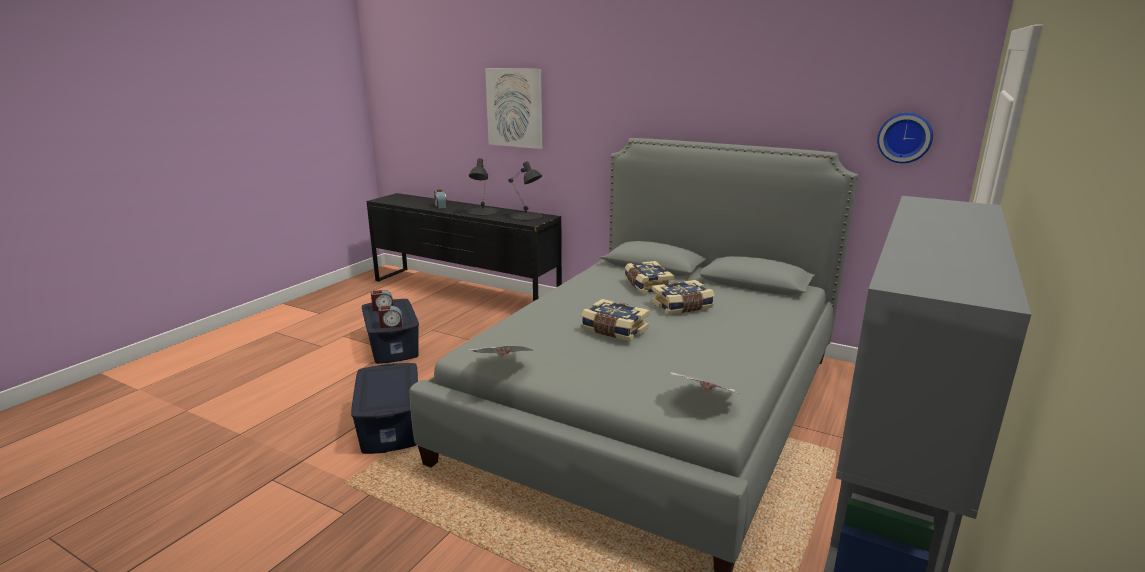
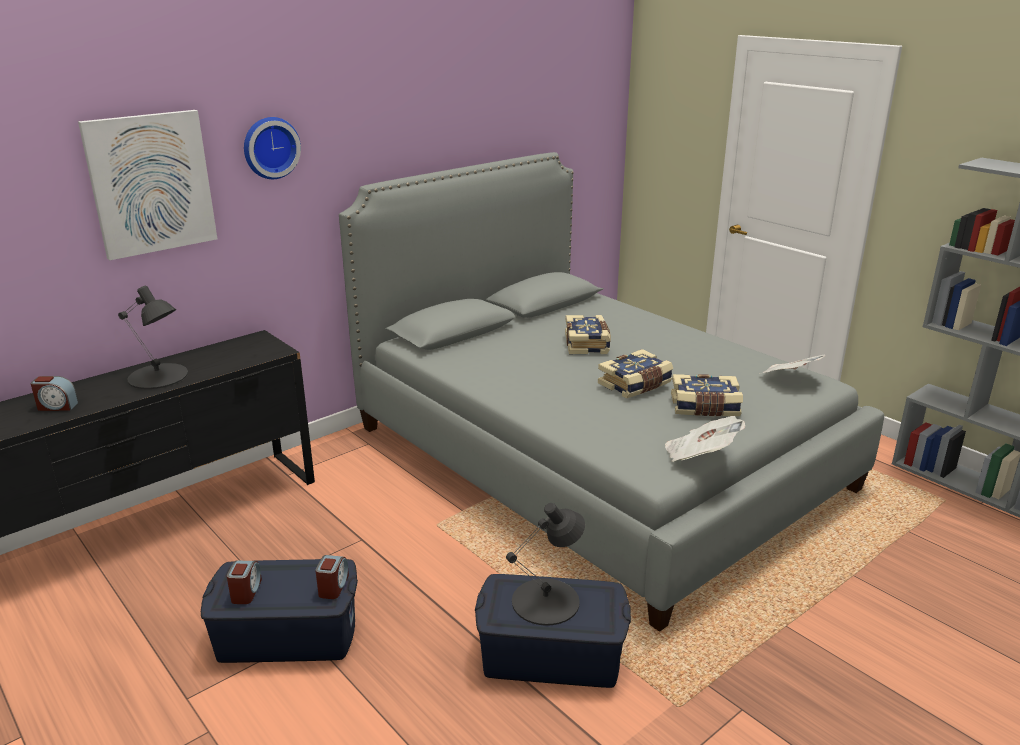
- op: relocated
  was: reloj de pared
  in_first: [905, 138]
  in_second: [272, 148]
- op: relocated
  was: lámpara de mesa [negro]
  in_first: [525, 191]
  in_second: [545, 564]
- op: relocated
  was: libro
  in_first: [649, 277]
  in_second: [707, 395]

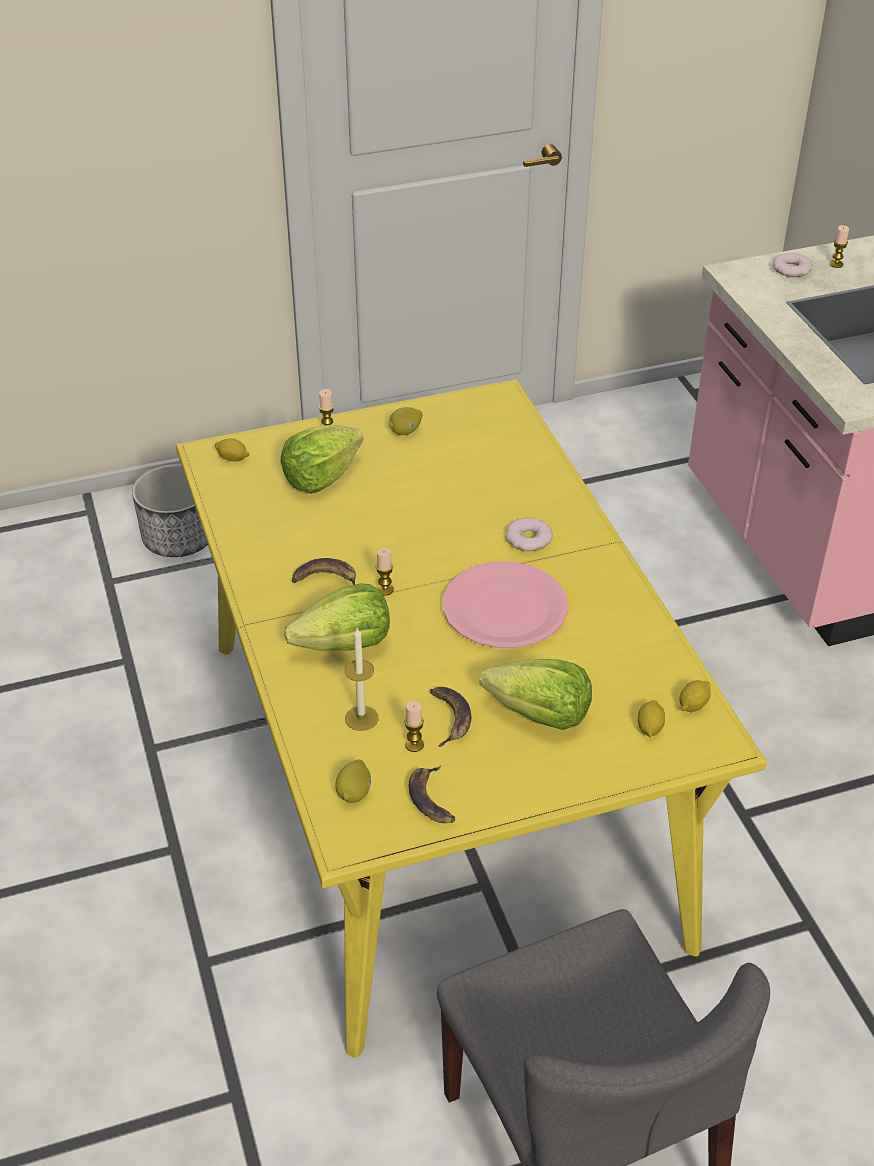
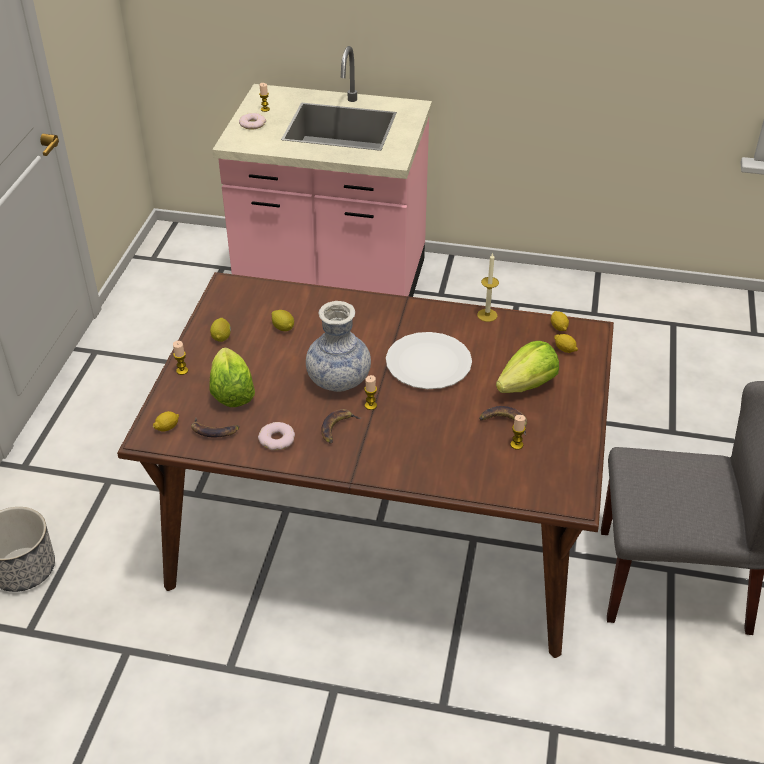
- op: colour
  was: mesa de comedor [amarillo]
  now: mesa de comedor [marrón]
  in_first: [471, 718]
  in_second: [365, 465]
- op: relocated
  was: plátano
  in_first: [432, 794]
  in_second: [215, 427]
- op: relocated
  was: rosquilla
  in_first: [529, 534]
  in_second: [276, 436]
- op: relocated
  was: limón
  in_first: [353, 781]
  in_second: [282, 320]
- op: appeared
  now: florero
  in_second: [338, 346]
- op: colour
  was: plato [rosa]
  now: plato [blanco]
  in_first: [505, 605]
  in_second: [429, 360]
- op: relocated
  was: vela
  in_first: [362, 679]
  in_second: [488, 287]
- op: missing
  was: lechuga
  in_first: [337, 617]

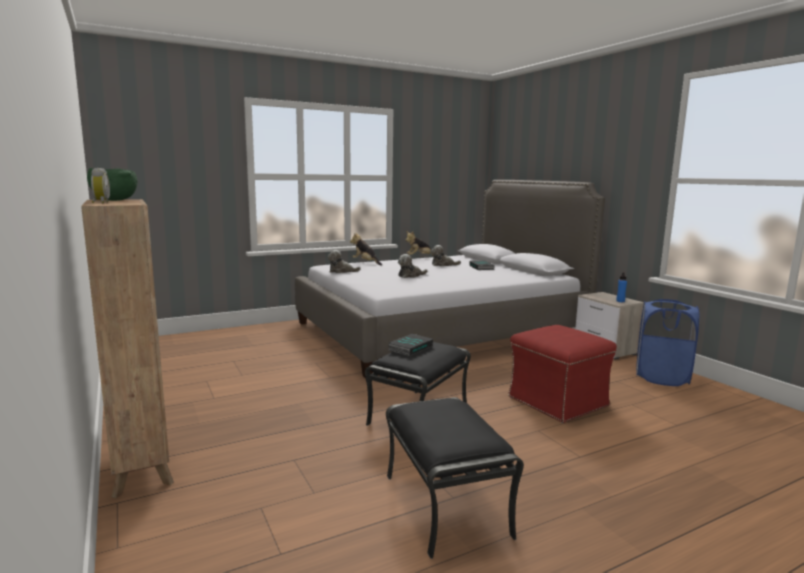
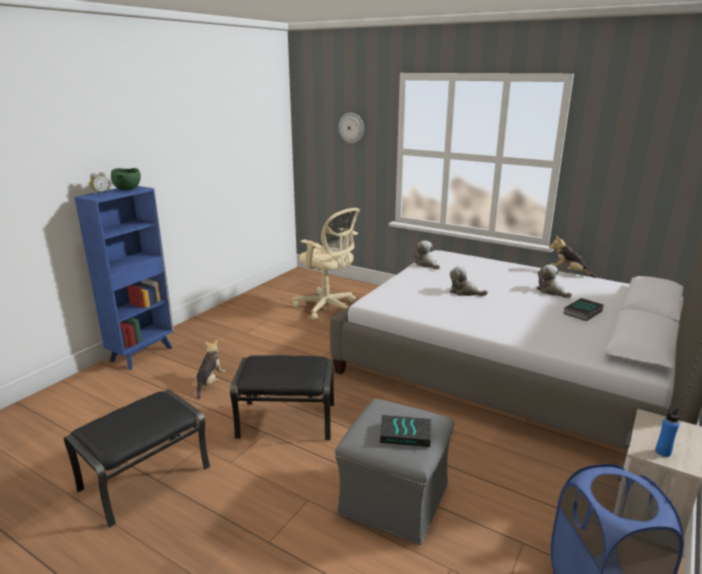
- op: colour
  was: estantería [marrón]
  now: estantería [azul]
  in_first: [127, 348]
  in_second: [124, 278]
- op: relocated
  was: peluche
  in_first: [366, 249]
  in_second: [210, 369]
- op: appeared
  now: silla de oficina [beis]
  in_second: [326, 264]
- op: colour
  was: puf [rojo]
  now: puf [gris]
  in_first: [562, 374]
  in_second: [394, 472]
- op: appeared
  now: reloj de pared
  in_second: [351, 128]
- op: relocated
  was: libro
  in_first: [410, 345]
  in_second: [406, 431]

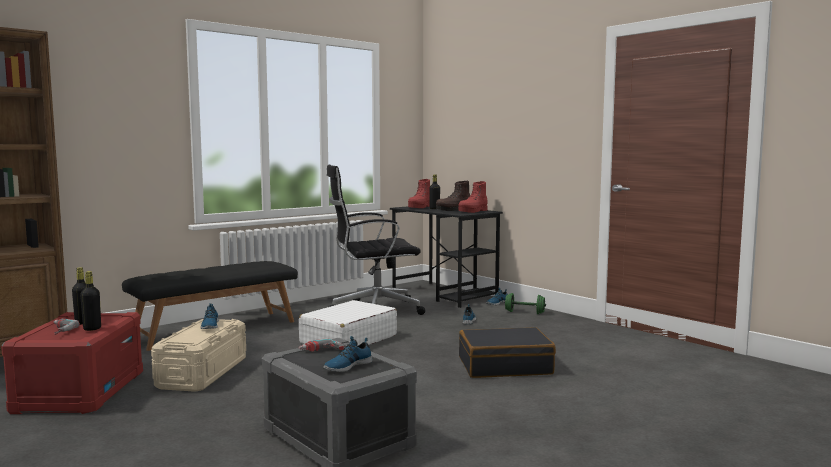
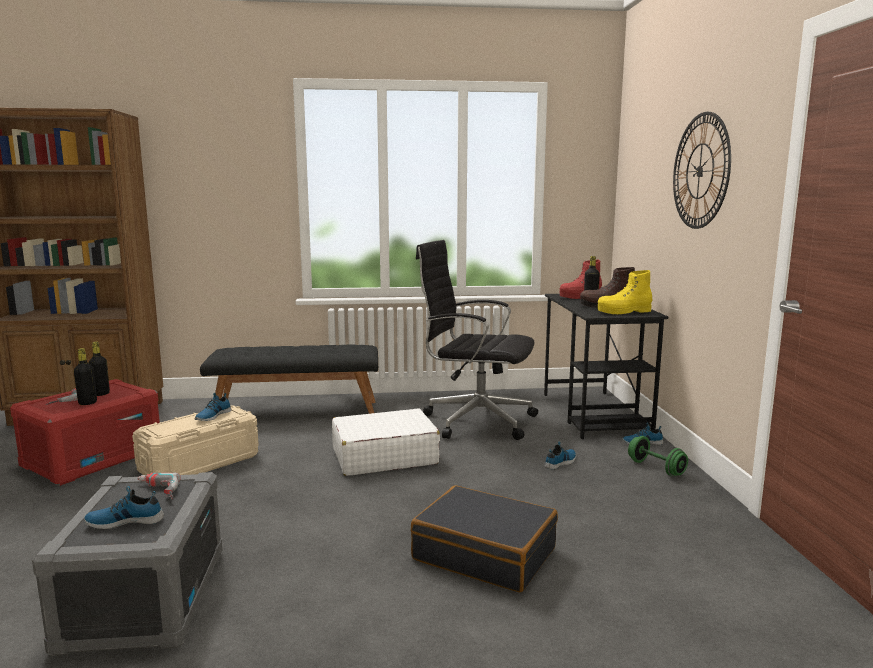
- op: colour
  was: bota [rojo]
  now: bota [amarillo]
  in_first: [473, 197]
  in_second: [625, 292]
- op: appeared
  now: reloj de pared
  in_second: [702, 170]

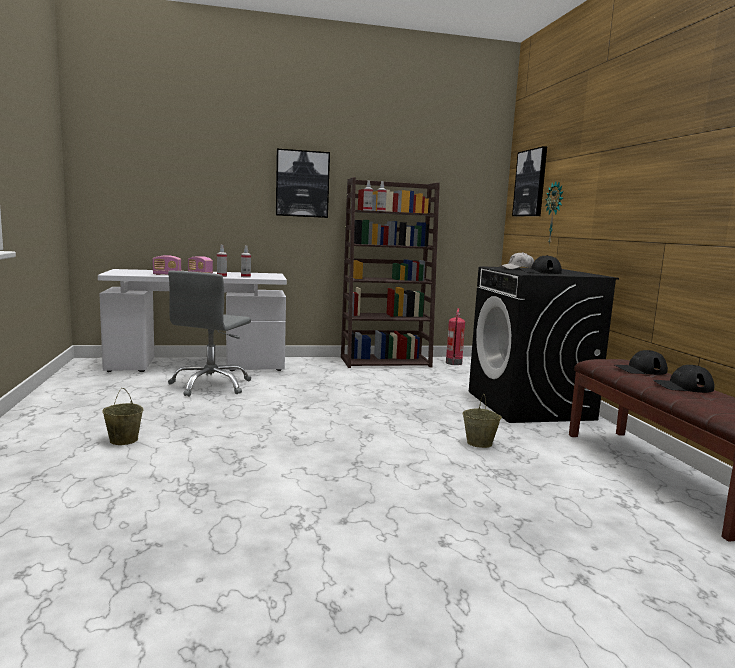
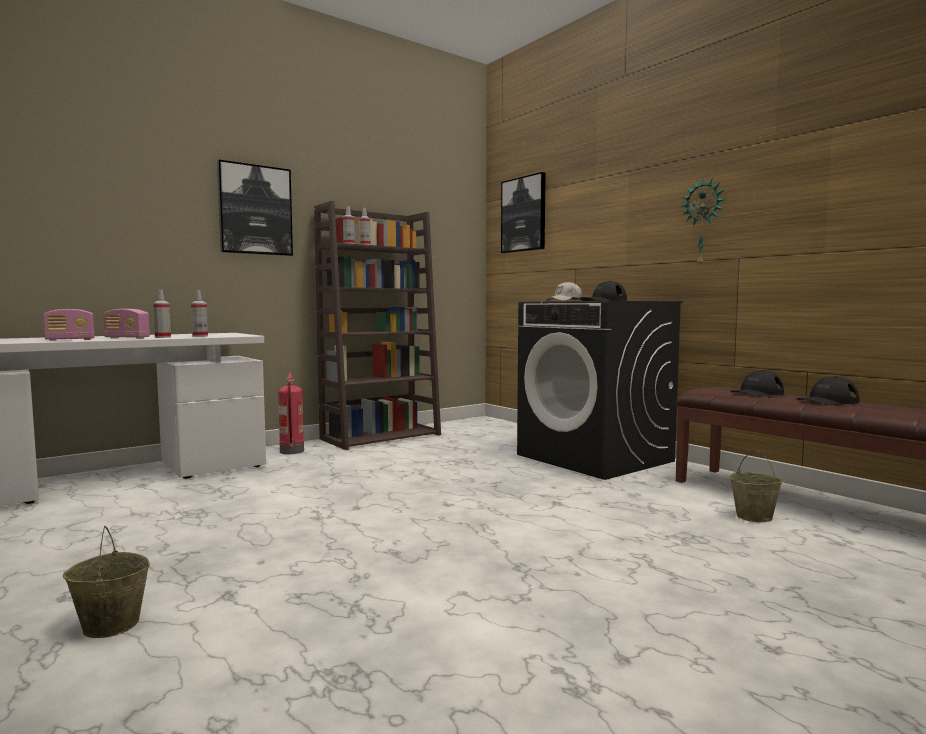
- op: relocated
  was: extintor
  in_first: [455, 336]
  in_second: [291, 413]
- op: relocated
  was: reloj de pared
  in_first: [554, 213]
  in_second: [704, 221]
- op: relocated
  was: cubo [beis]
  in_first: [482, 421]
  in_second: [756, 486]
- op: missing
  was: silla de oficina [gris]
  in_first: [209, 334]

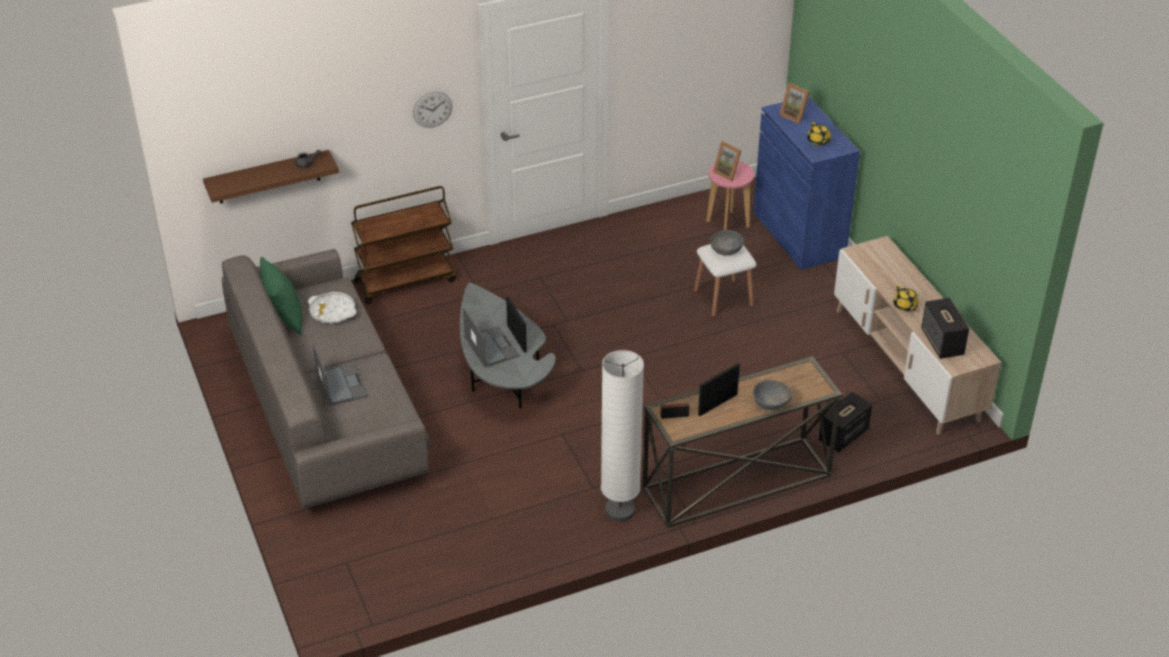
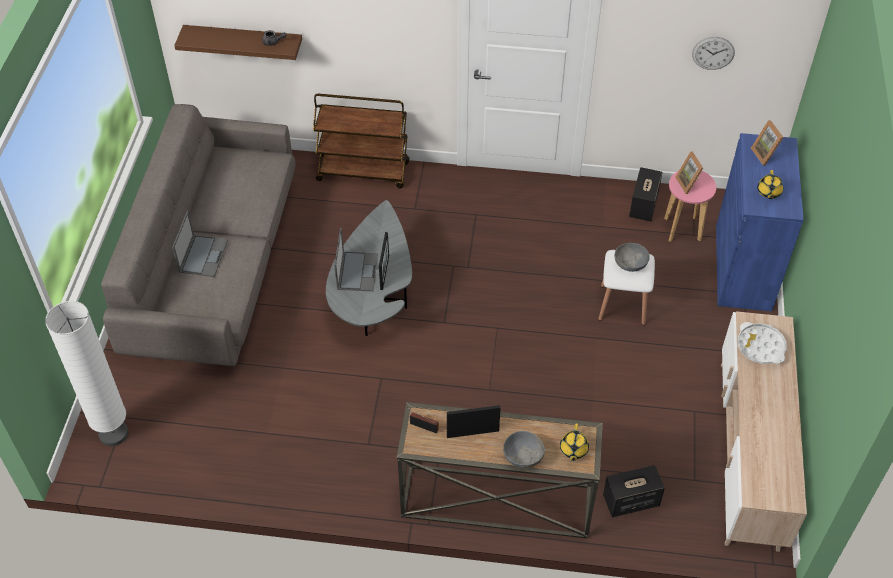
- op: relocated
  was: lámpara de pie [blanco]
  in_first: [622, 436]
  in_second: [86, 373]
- op: relocated
  was: tetera [amarillo]
  in_first: [906, 298]
  in_second: [574, 442]
- op: relocated
  was: altavoz
  in_first: [945, 328]
  in_second: [646, 194]
- op: relocated
  was: reloj de pared
  in_first: [432, 110]
  in_second: [713, 53]
- op: relocated
  was: bandeja [blanco]
  in_first: [332, 308]
  in_second: [762, 343]
- op: missing
  was: cojín [verde]
  in_first: [281, 296]

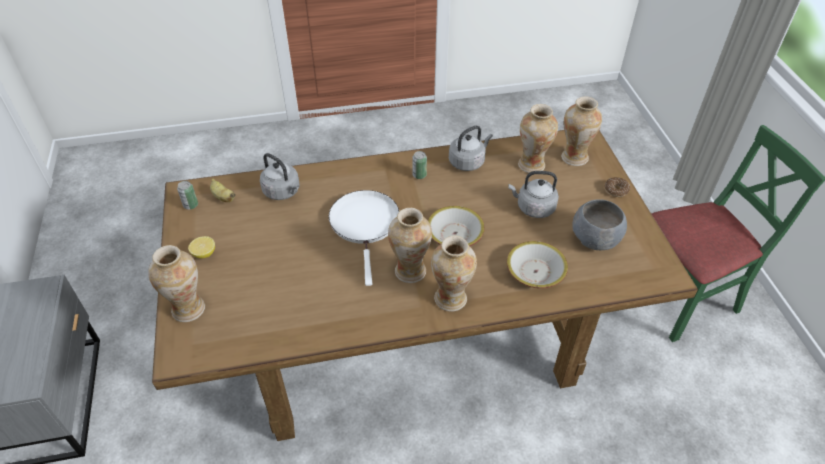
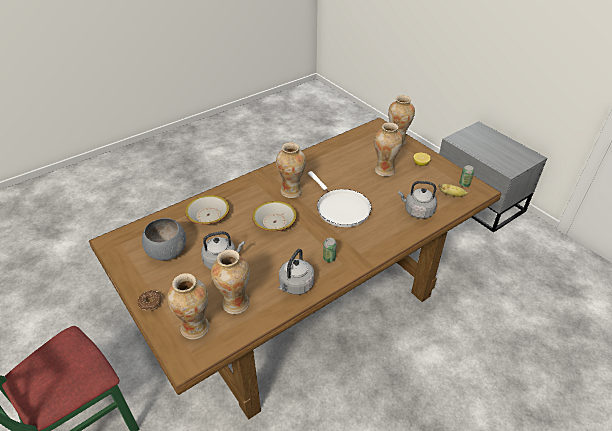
- op: relocated
  was: florero
  in_first: [454, 274]
  in_second: [388, 149]

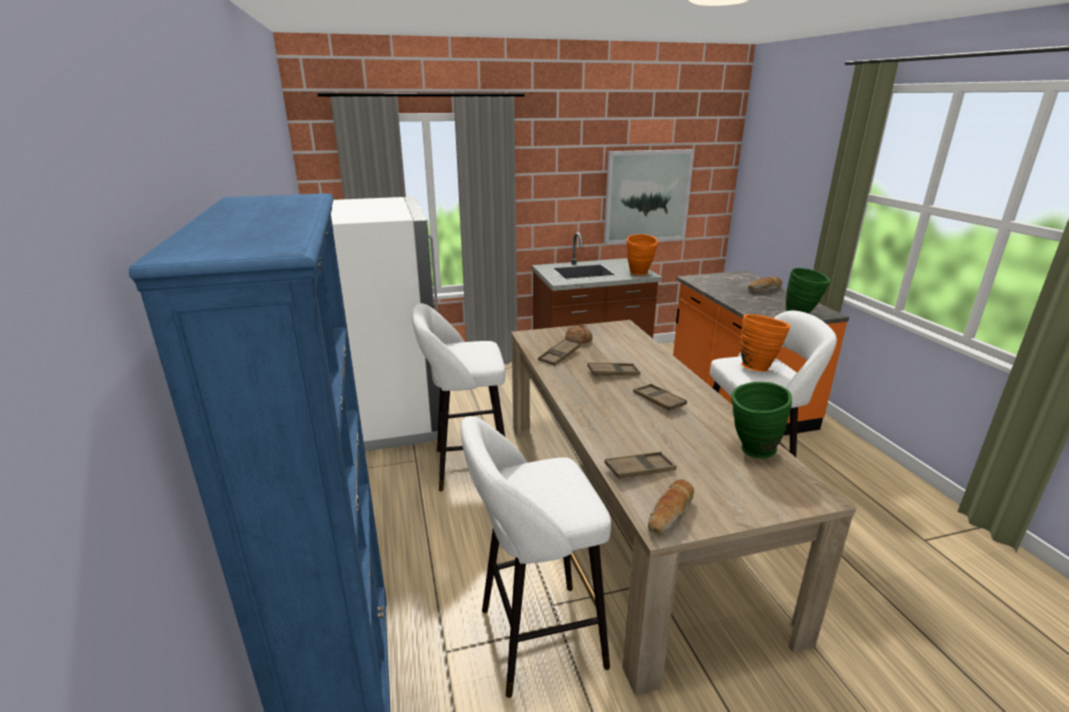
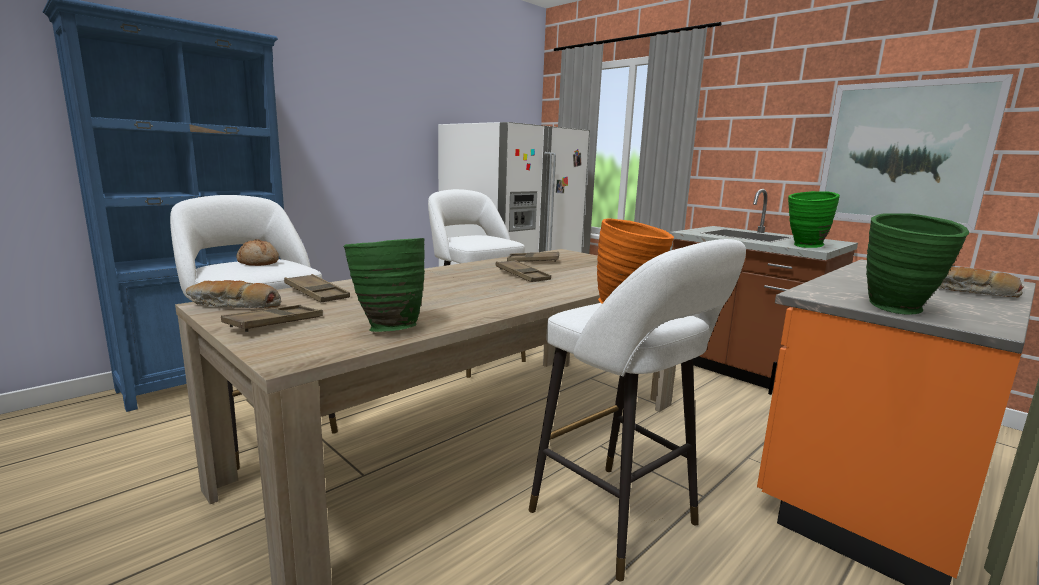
- op: relocated
  was: bandeja [marrón]
  in_first: [660, 397]
  in_second: [272, 318]
- op: relocated
  was: pan
  in_first: [579, 334]
  in_second: [257, 252]
- op: colour
  was: florero [naranja]
  now: florero [verde]
  in_first: [642, 255]
  in_second: [814, 219]

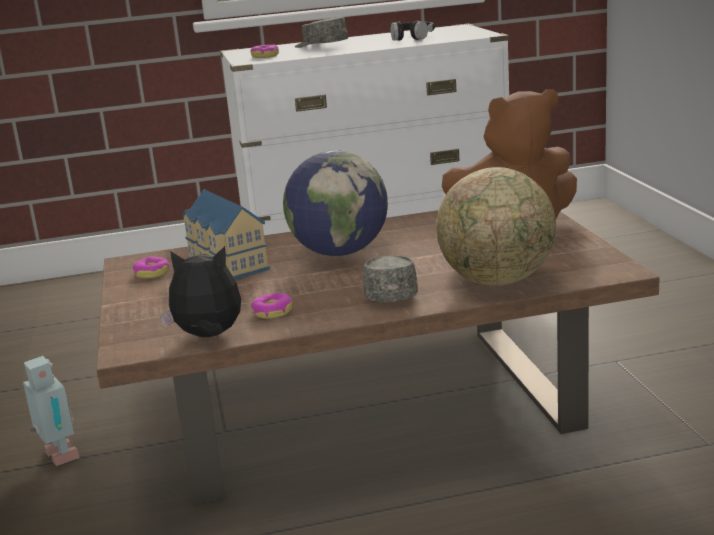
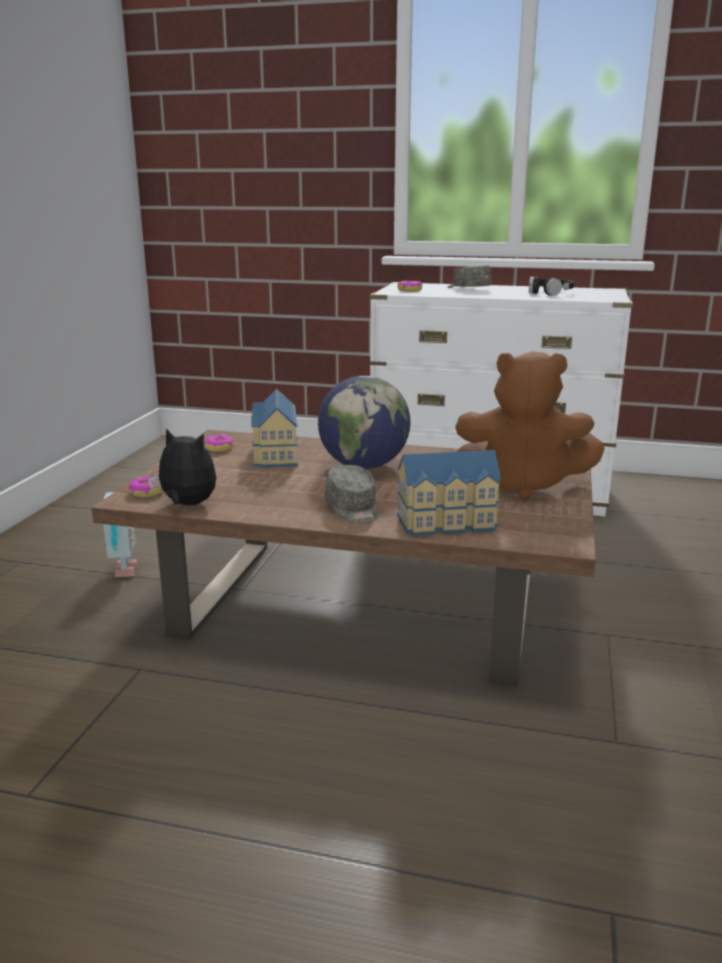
- op: relocated
  was: rosquilla
  in_first: [271, 306]
  in_second: [146, 487]
- op: spun
  was: gorra [gris]
  in_first: [390, 279]
  in_second: [351, 494]
  clockwise: 135
- op: exchanged
  was: globo terráqueo
  now: casita
  in_first: [496, 226]
  in_second: [449, 493]

